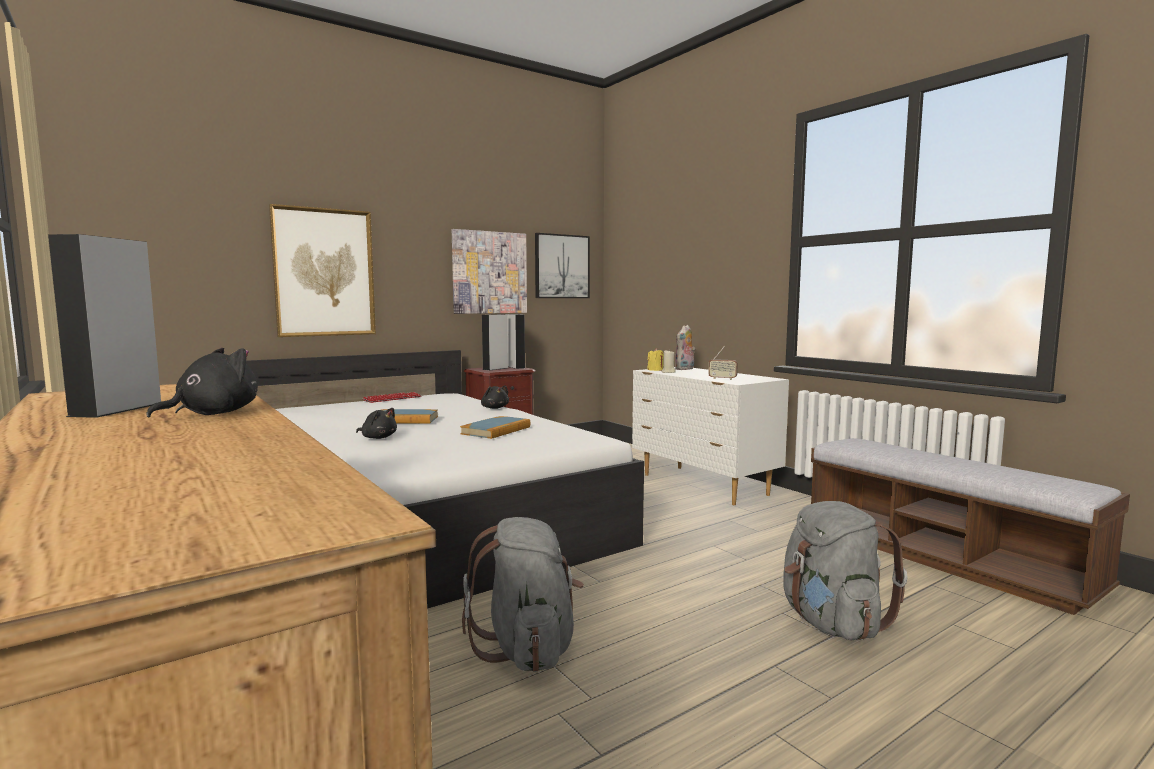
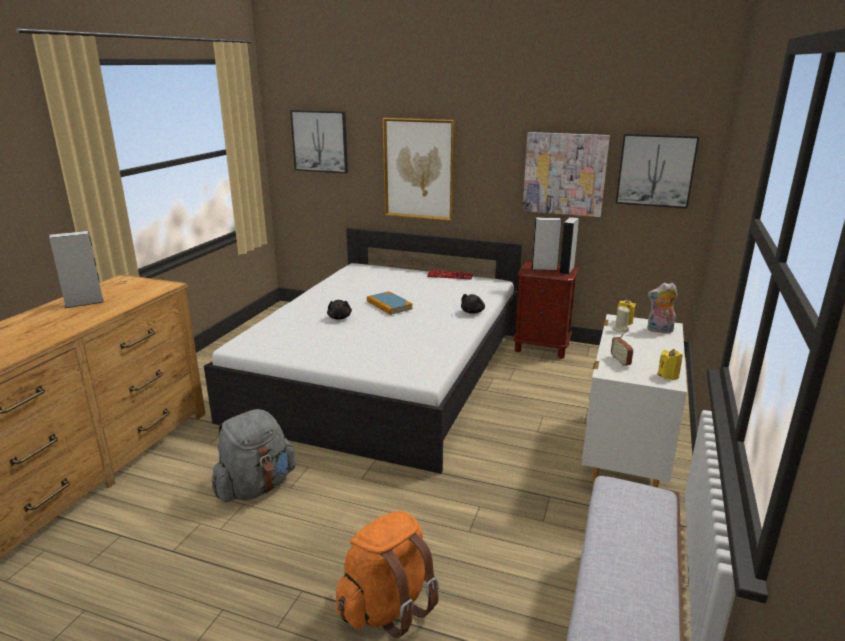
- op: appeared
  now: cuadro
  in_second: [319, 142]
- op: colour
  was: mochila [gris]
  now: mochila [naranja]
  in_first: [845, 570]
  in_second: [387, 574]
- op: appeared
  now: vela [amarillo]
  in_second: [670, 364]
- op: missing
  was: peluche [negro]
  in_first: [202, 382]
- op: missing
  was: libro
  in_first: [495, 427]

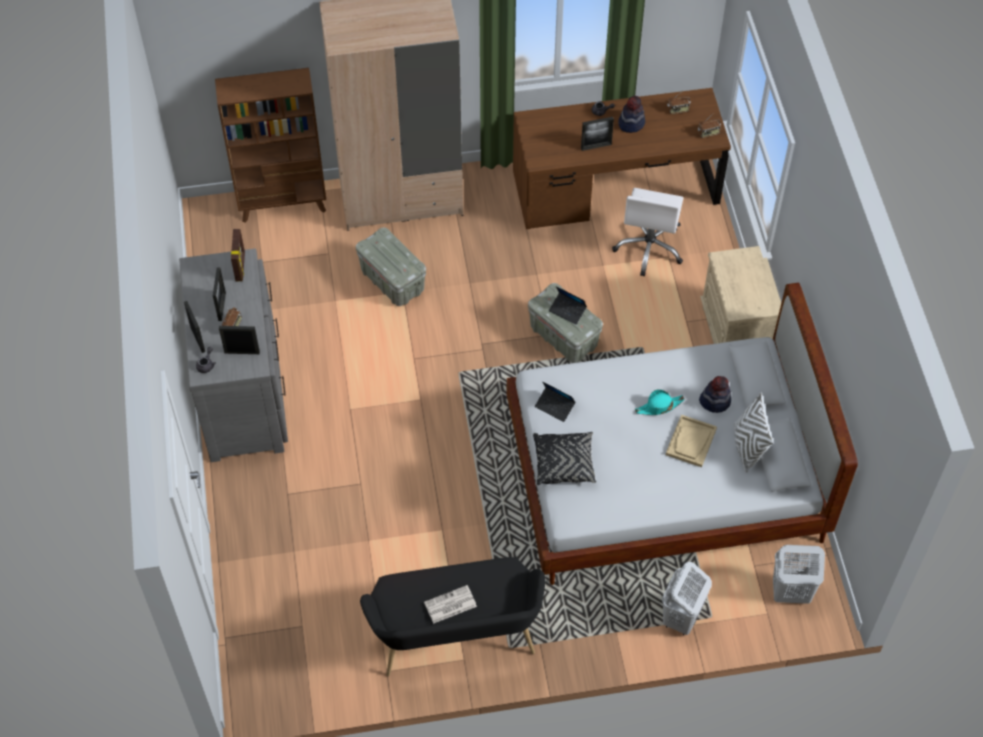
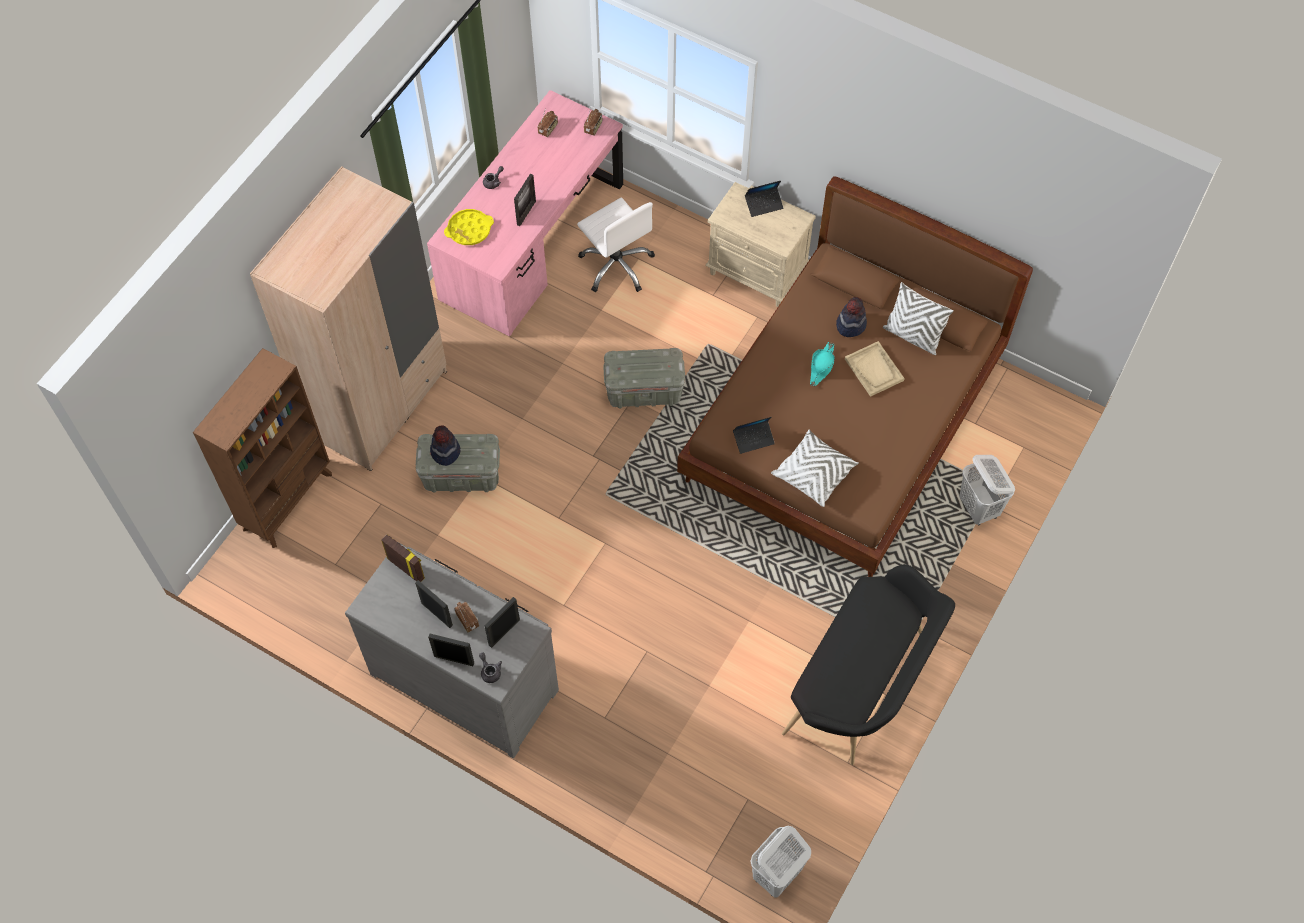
- op: colour
  was: escritorio [marrón]
  now: escritorio [rosa]
  in_first: [622, 158]
  in_second: [525, 213]
- op: relocated
  was: sombrero
  in_first: [631, 114]
  in_second: [445, 446]
- op: appeared
  now: bandeja [amarillo]
  in_second: [469, 227]
- op: colour
  was: cama [blanco]
  now: cama [marrón]
  in_first: [682, 434]
  in_second: [855, 376]
- op: relocated
  was: portátil
  in_first: [568, 305]
  in_second: [764, 199]
- op: relocated
  was: cesto de la ropa [blanco]
  in_first: [799, 574]
  in_second: [780, 862]
- op: colour
  was: cojín [negro]
  now: cojín [blanco]
  in_first: [564, 458]
  in_second: [815, 468]
- op: missing
  was: periódico
  in_first: [450, 604]

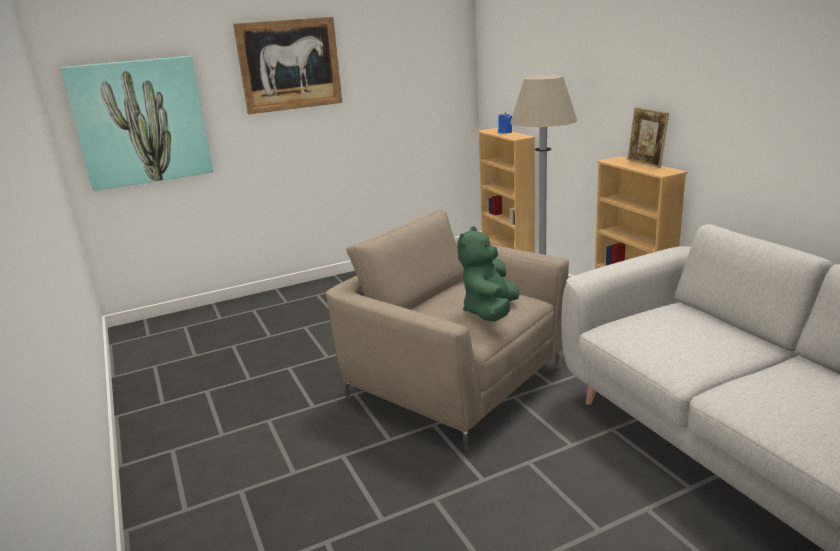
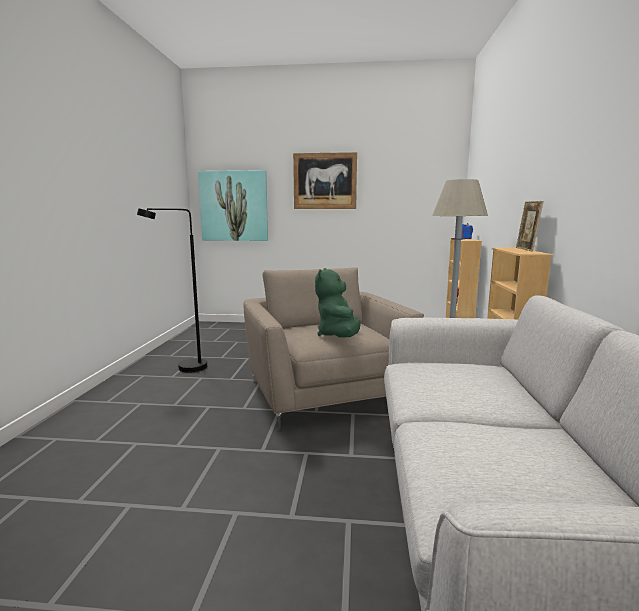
- op: appeared
  now: lámpara de pie [negro]
  in_second: [172, 290]
- op: spun
  was: peluche [verde]
  in_first: [488, 273]
  in_second: [337, 303]
  clockwise: -45

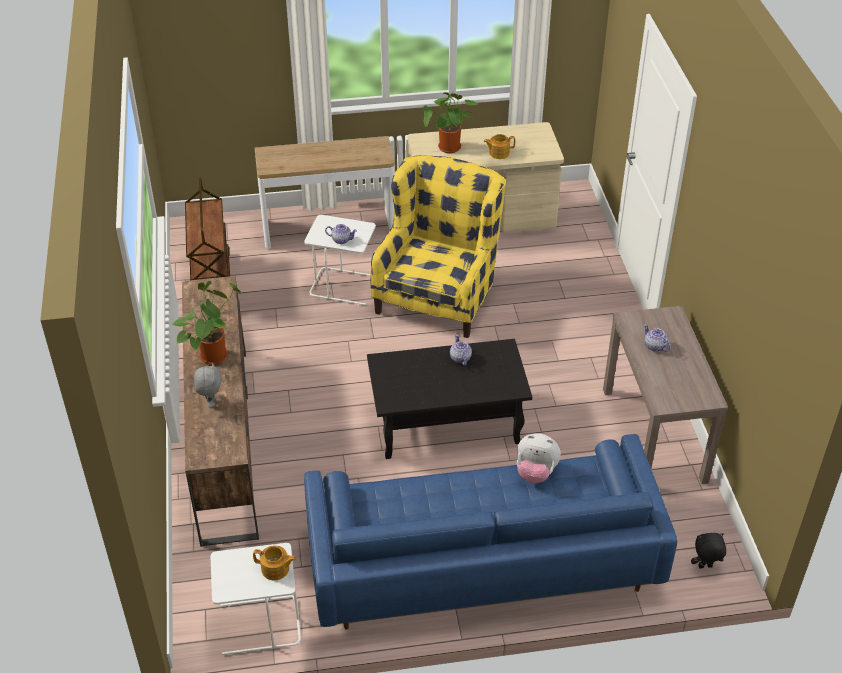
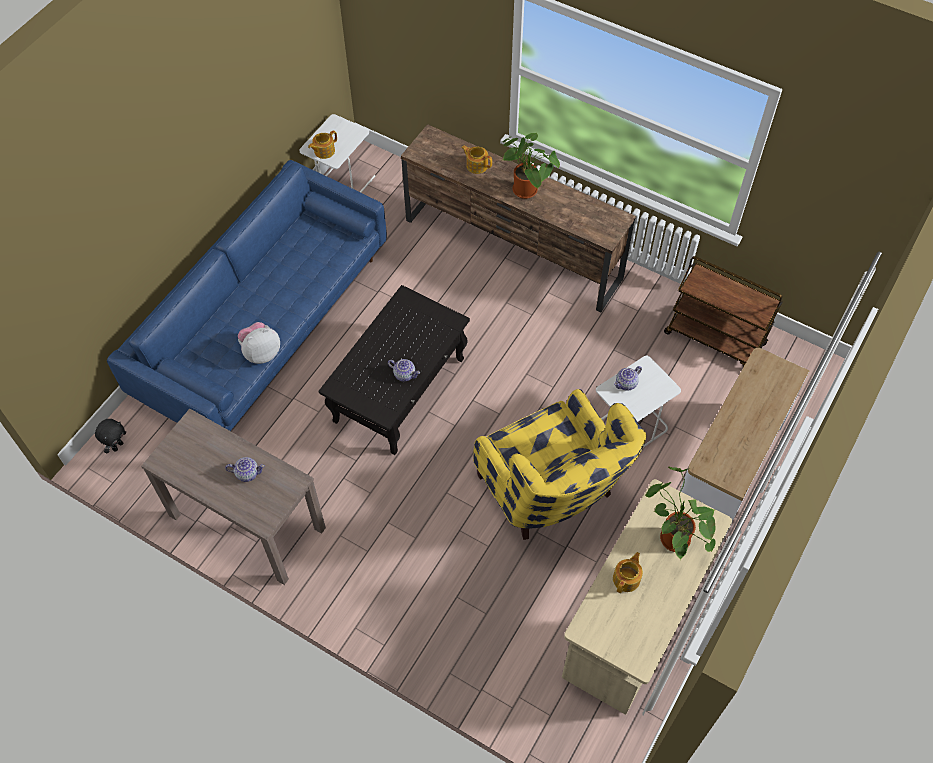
- op: exchanged
  was: peluche [gris]
  now: tetera
  in_first: [207, 385]
  in_second: [476, 159]

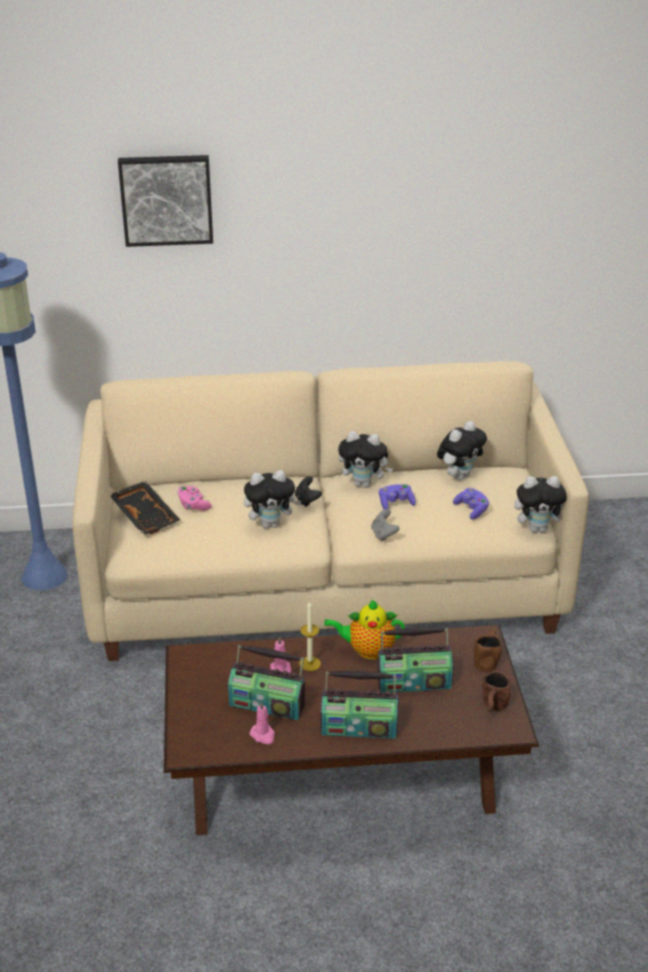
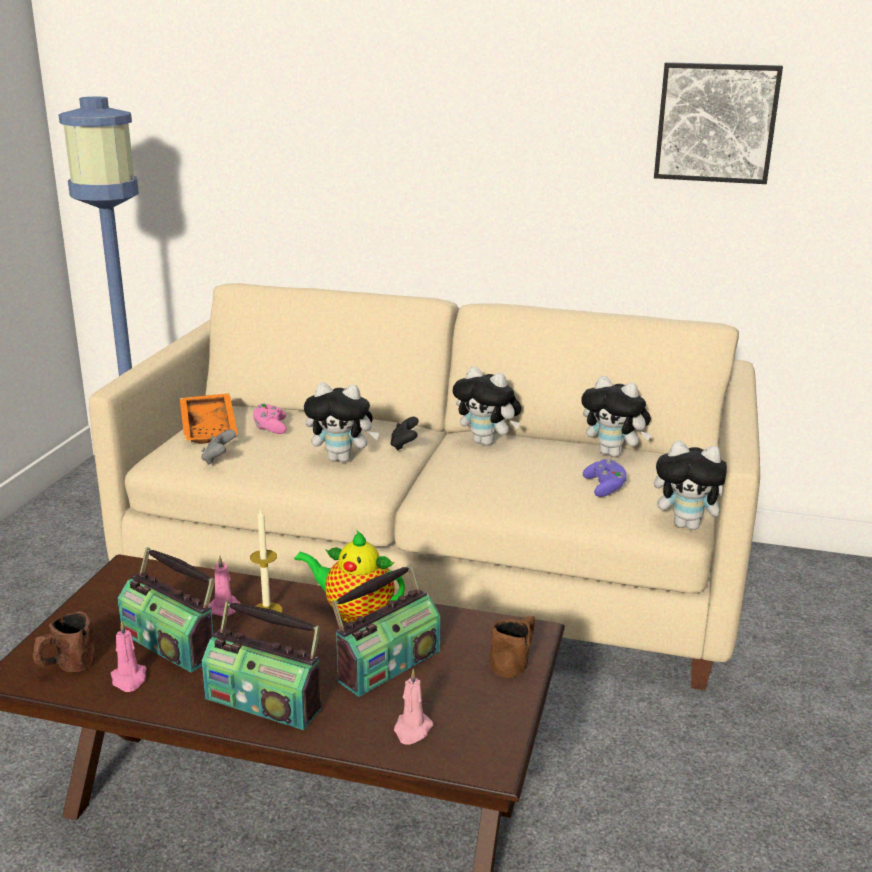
- op: relocated
  was: taza grande [marrón]
  in_first: [496, 691]
  in_second: [64, 641]
- op: colour
  was: bandeja [negro]
  now: bandeja [naranja]
  in_first: [144, 508]
  in_second: [209, 418]
- op: relocated
  was: mando de consola [gris]
  in_first: [385, 525]
  in_second: [218, 447]
- op: spun
  was: radio
  in_first: [415, 659]
  in_second: [385, 630]
  clockwise: -60
- op: appeared
  now: vela [rosa]
  in_second: [413, 707]
- op: spun
  was: peluche
  in_first: [462, 450]
  in_second: [616, 416]
  clockwise: 60
- op: relocated
  was: cuadro
  in_first: [165, 201]
  in_second: [718, 123]
- op: missing
  was: mando de consola [morado]
  in_first: [397, 497]

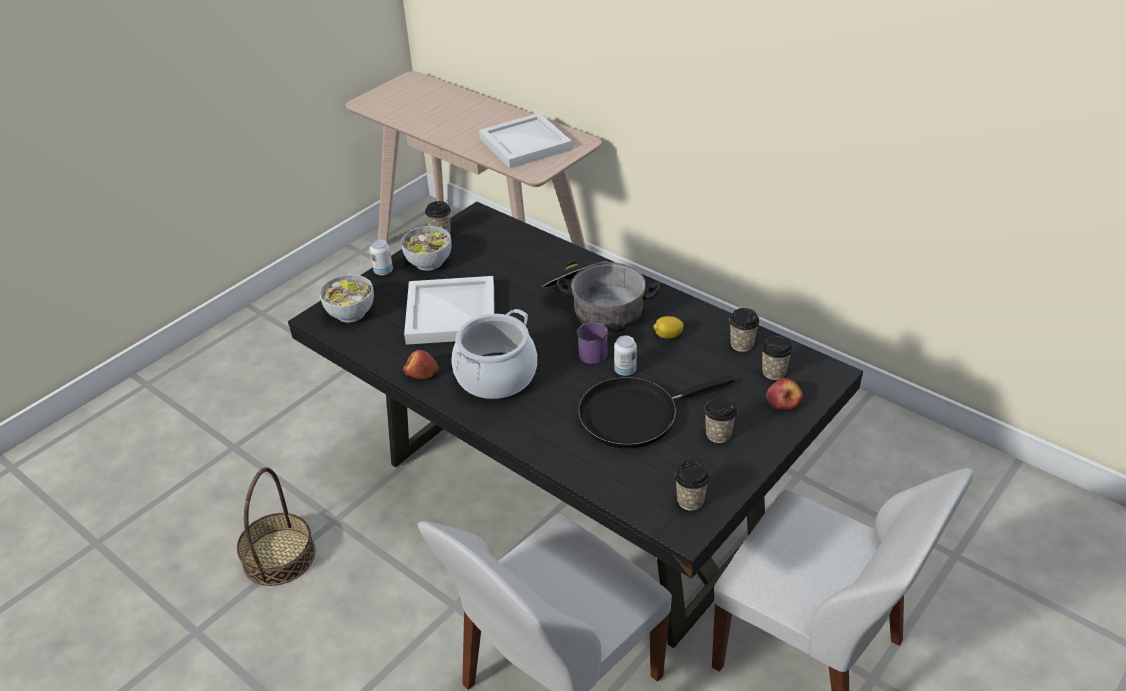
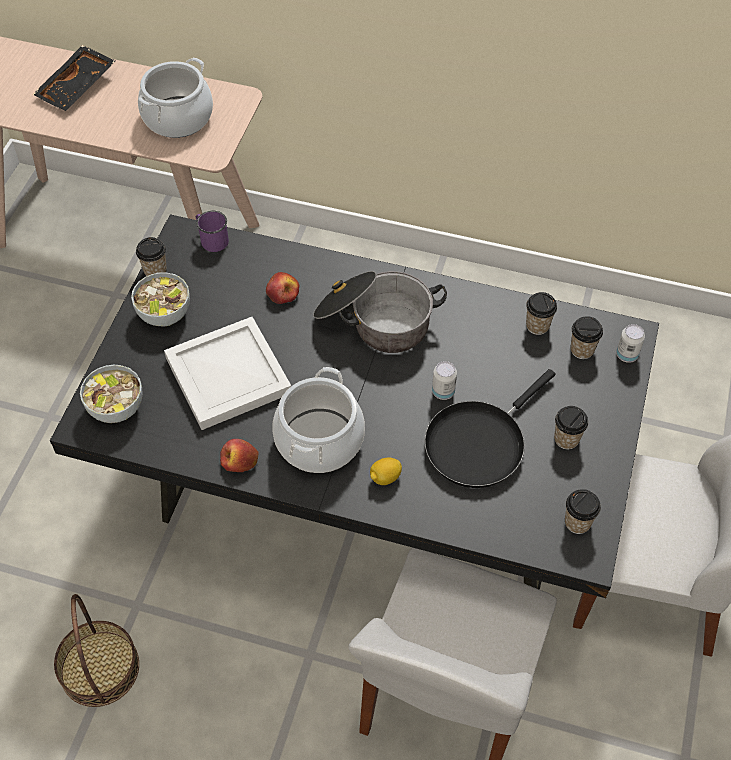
- op: appeared
  now: bandeja [negro]
  in_second: [73, 78]
- op: exchanged
  was: bandeja [blanco]
  now: olla
  in_first: [525, 140]
  in_second: [175, 98]
- op: relocated
  was: taza grande [morado]
  in_first: [592, 343]
  in_second: [212, 231]
- op: relocated
  was: manzana
  in_first: [784, 394]
  in_second: [283, 288]
- op: relocated
  was: limón
  in_first: [668, 327]
  in_second: [386, 471]
- op: relocated
  was: lata
  in_first: [381, 257]
  in_second: [630, 343]

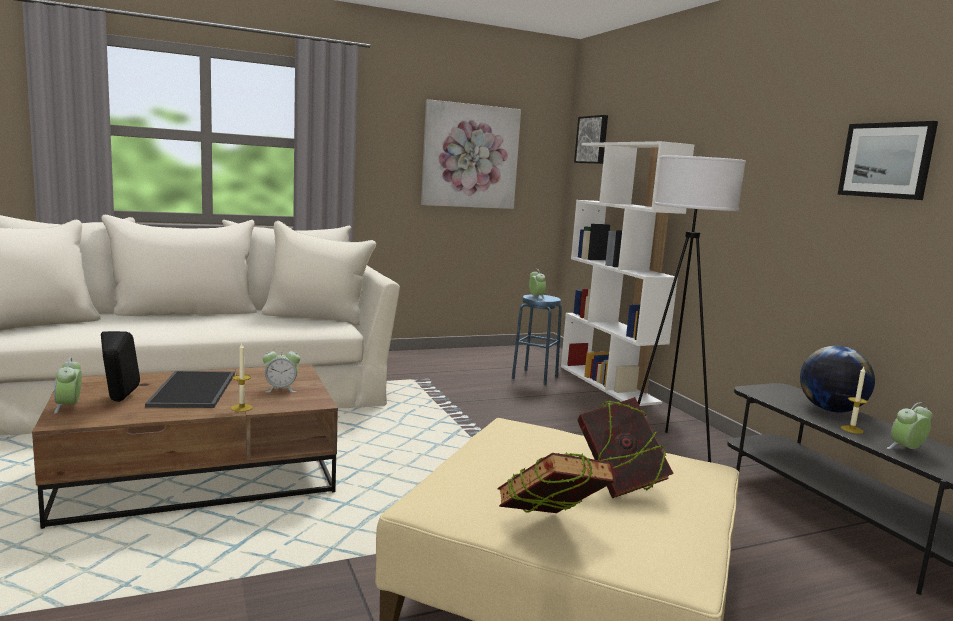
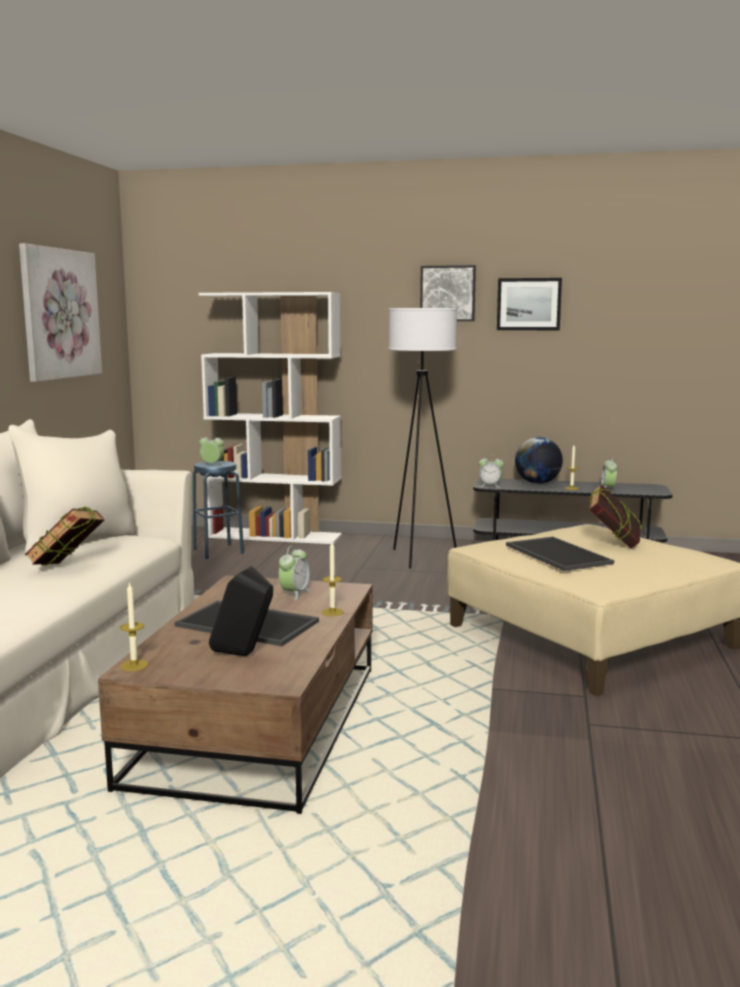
- op: relocated
  was: libro
  in_first: [556, 482]
  in_second: [64, 536]
- op: appeared
  now: vela
  in_second: [134, 626]
- op: relocated
  was: cuadro
  in_first: [591, 139]
  in_second: [448, 293]
- op: relocated
  was: despertador
  in_first: [68, 385]
  in_second: [491, 473]
- op: appeared
  now: bandeja
  in_second: [560, 554]

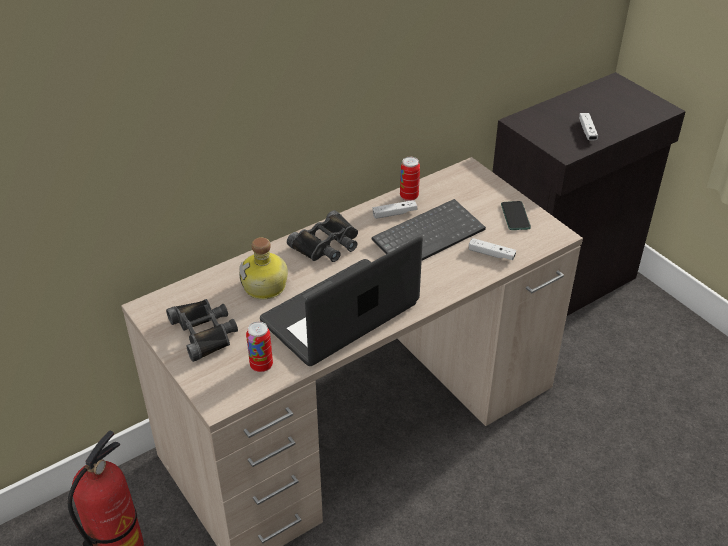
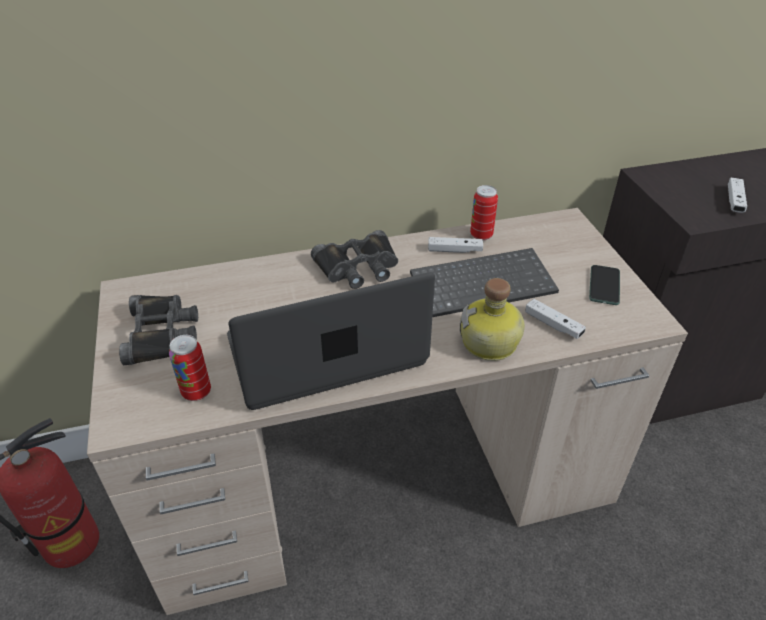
- op: relocated
  was: botella
  in_first: [263, 268]
  in_second: [492, 319]

